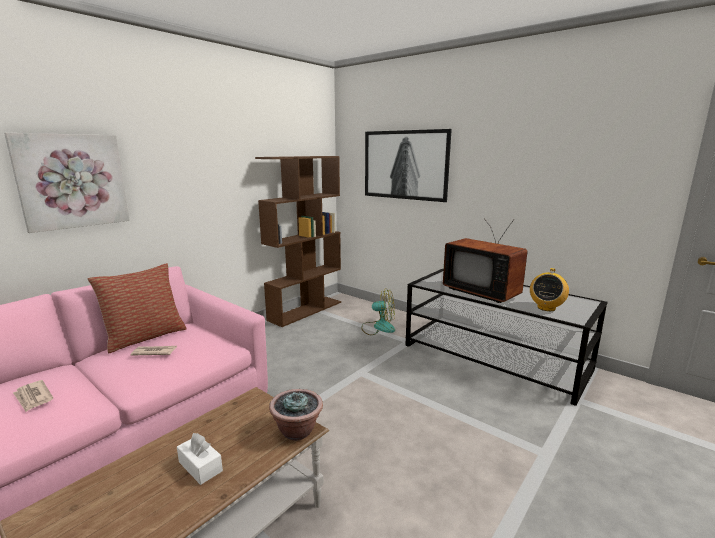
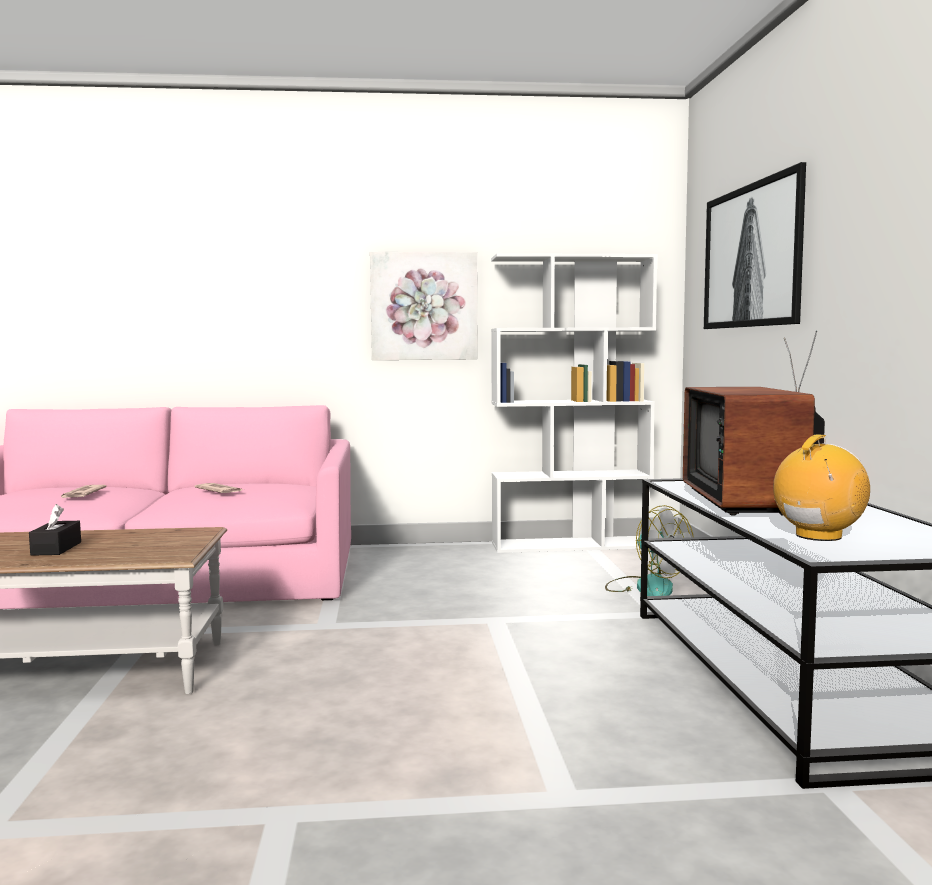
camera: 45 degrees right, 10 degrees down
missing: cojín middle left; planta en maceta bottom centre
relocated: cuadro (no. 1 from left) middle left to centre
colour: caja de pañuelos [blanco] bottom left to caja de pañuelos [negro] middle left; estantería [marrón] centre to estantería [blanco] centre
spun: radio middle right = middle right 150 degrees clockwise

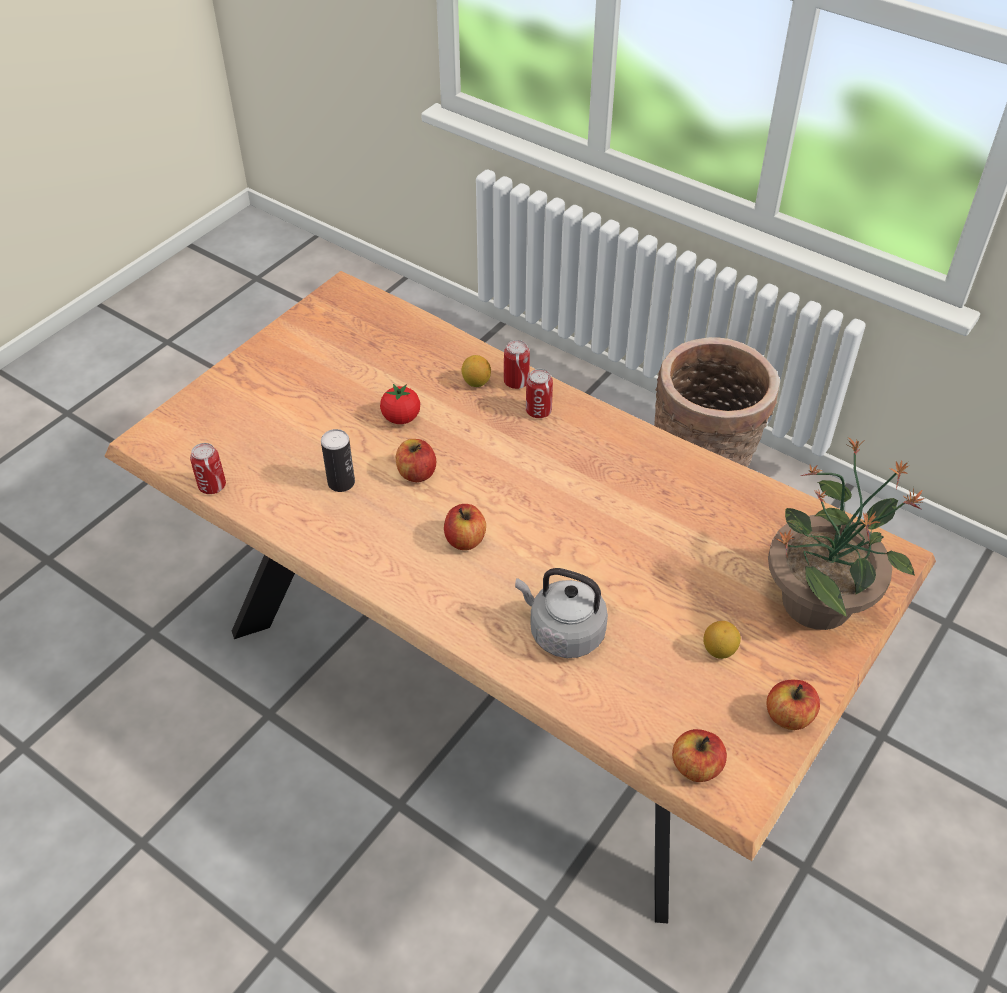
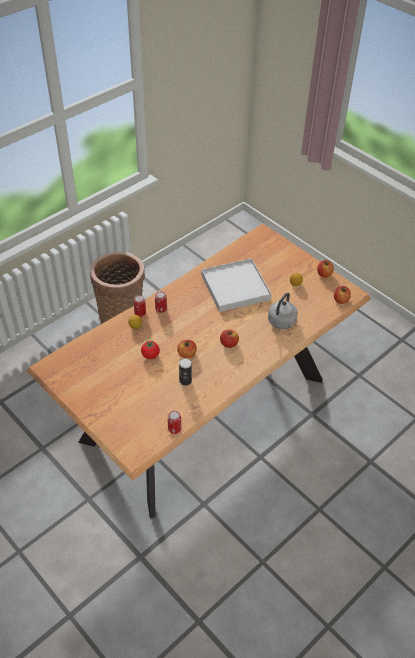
camera: 80 degrees left, 0 degrees up
missing: planta en maceta middle right
appeared: bandeja [blanco] centre

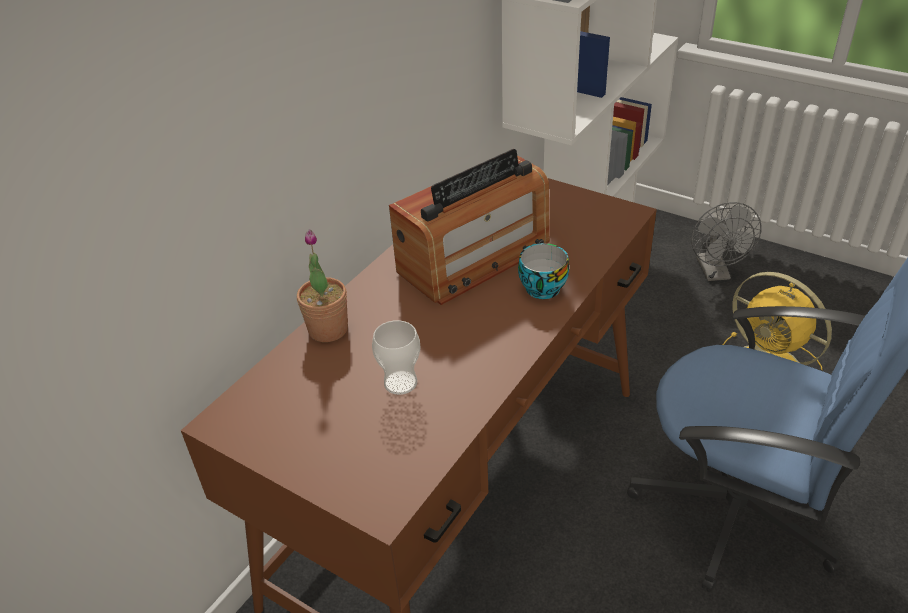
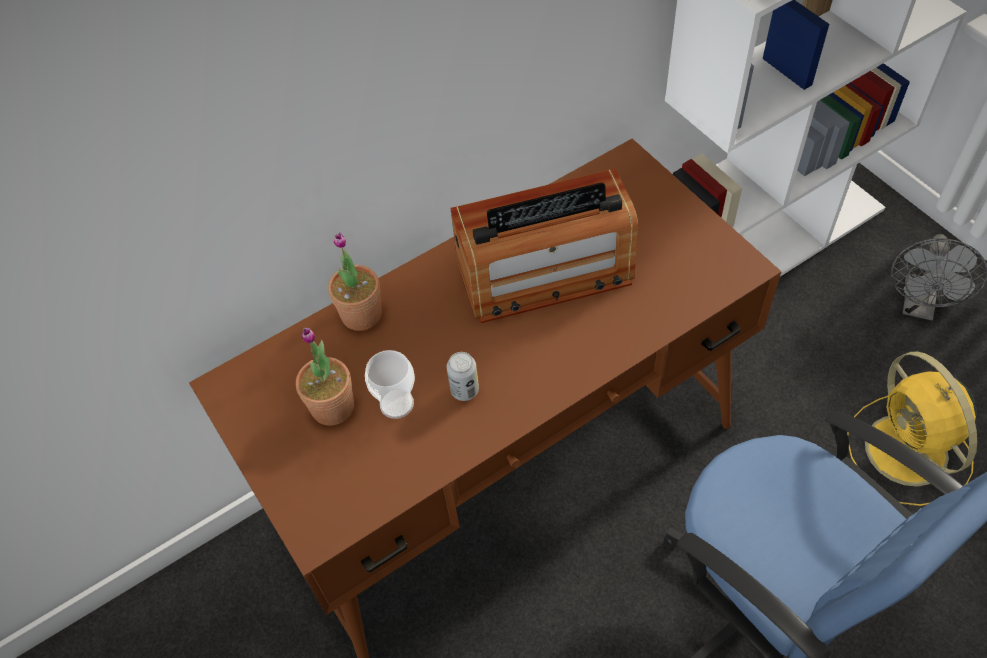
camera: 25 degrees right, 15 degrees up
missing: taza (no. 2 from left) centre
appeared: planta en maceta (no. 1 from left) middle left; lata centre

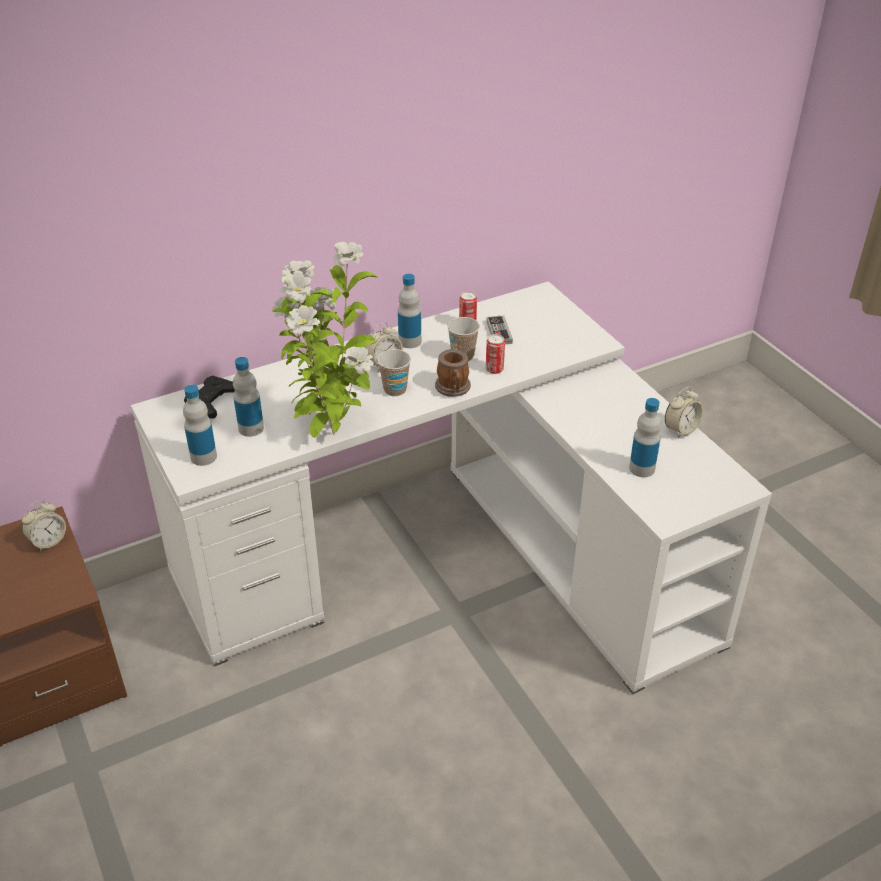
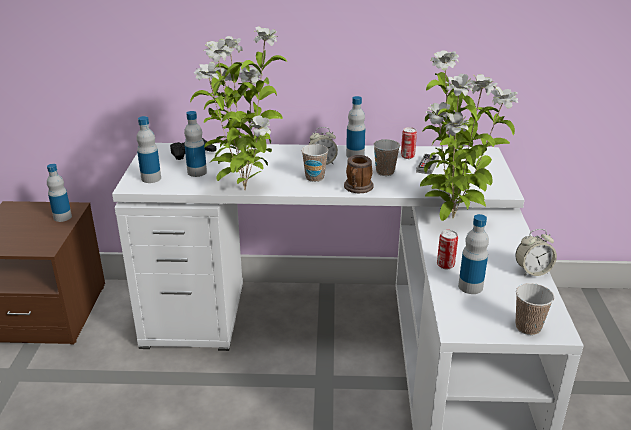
camera: 30 degrees right, 10 degrees down
appeared: planta en maceta (no. 2 from left) top right; taza (no. 3 from left) bottom right
relocated: lata (no. 2 from left) centre to middle right
exchanged: despertador (no. 1 from left) middle left to botella (no. 1 from left) middle left

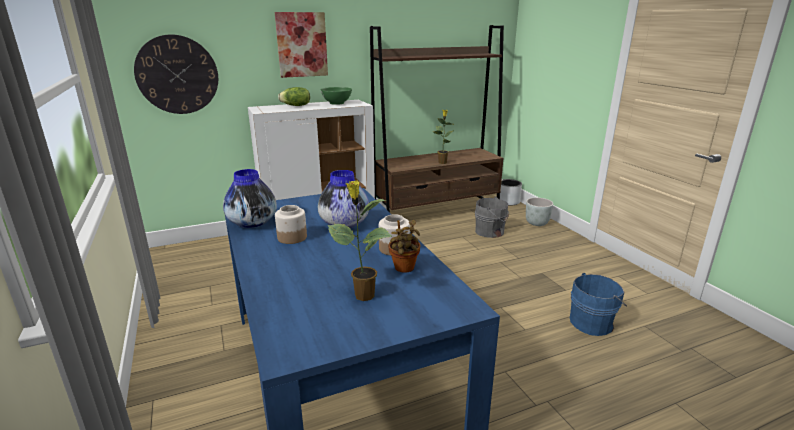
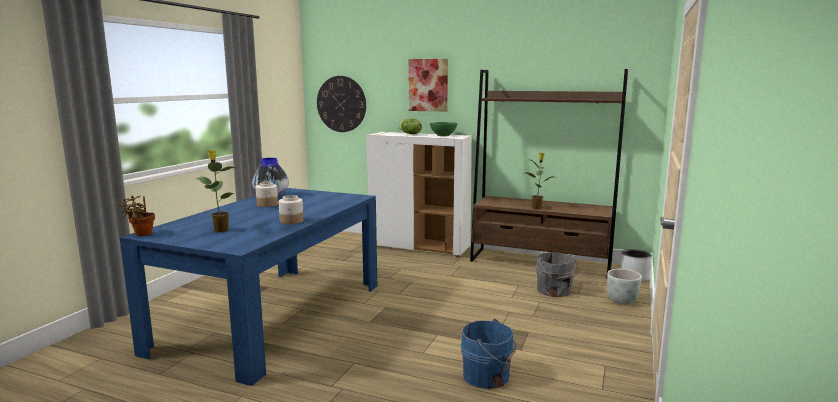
camera: 45 degrees right, 10 degrees down
missing: florero (no. 2 from left) centre
relocated: planta en maceta (no. 2 from left in the first image) centre to planta en maceta (no. 1 from left) middle left

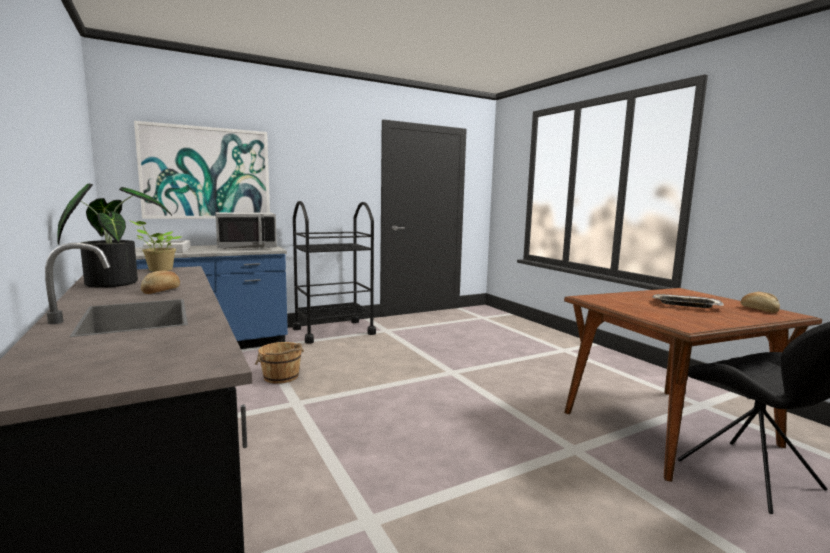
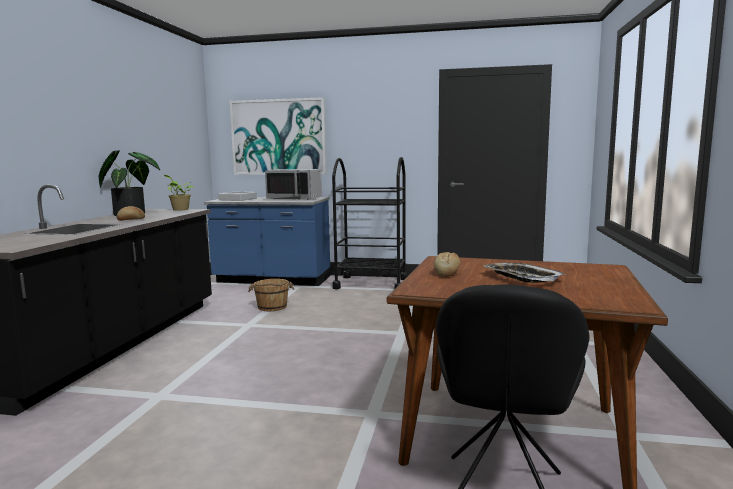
camera: 40 degrees right, 0 degrees up
relocated: pan (no. 2 from left) middle right to centre

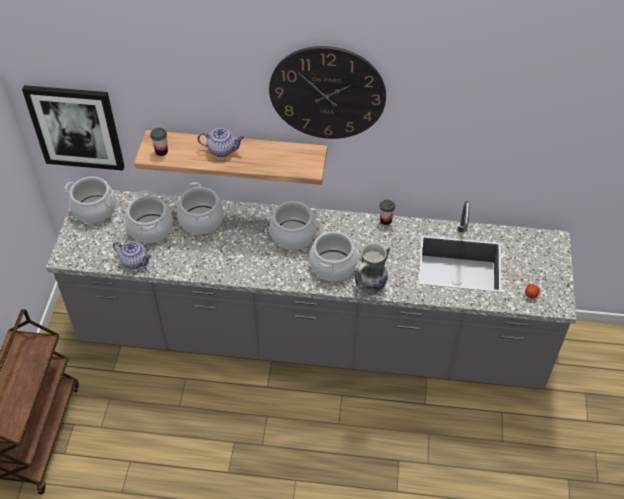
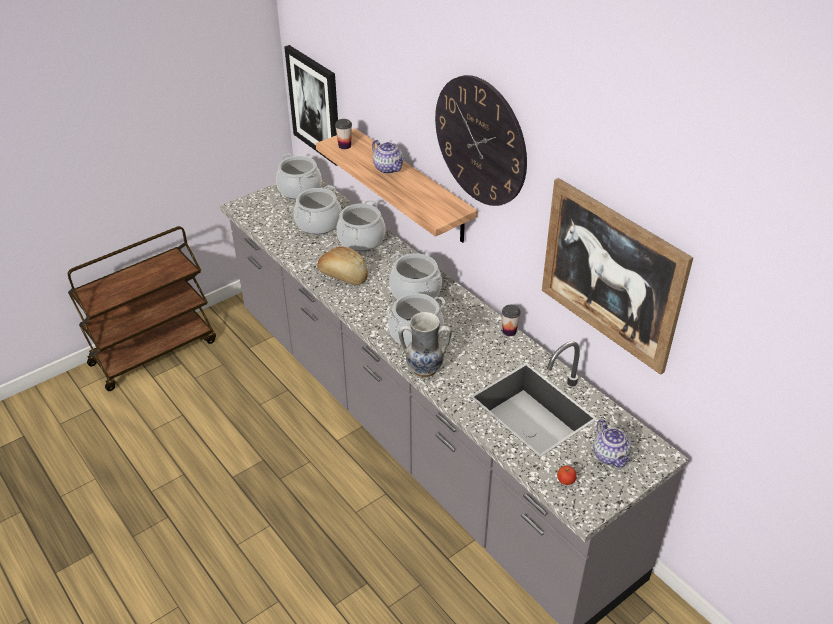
camera: 45 degrees right, 10 degrees down
appeared: pan centre; cuadro (no. 2 from left) middle right
relocated: tetera (no. 1 from left in the first image) middle left to tetera (no. 2 from left) bottom right

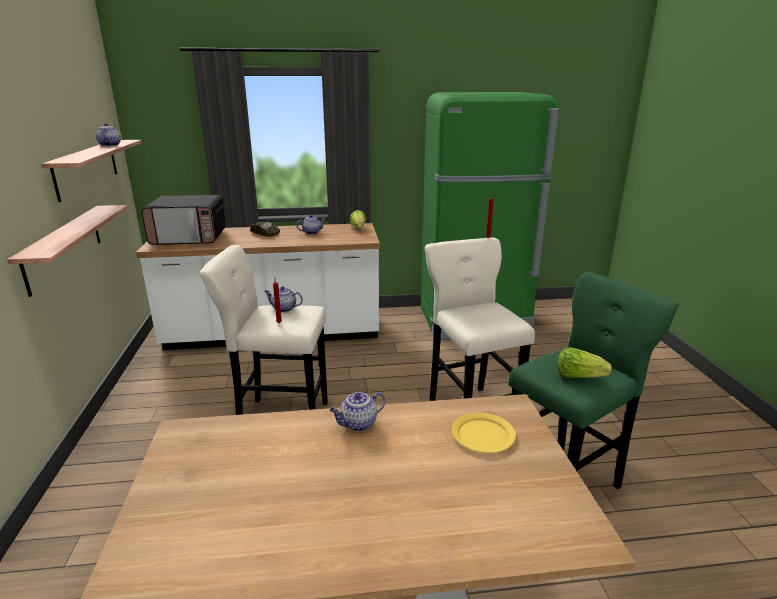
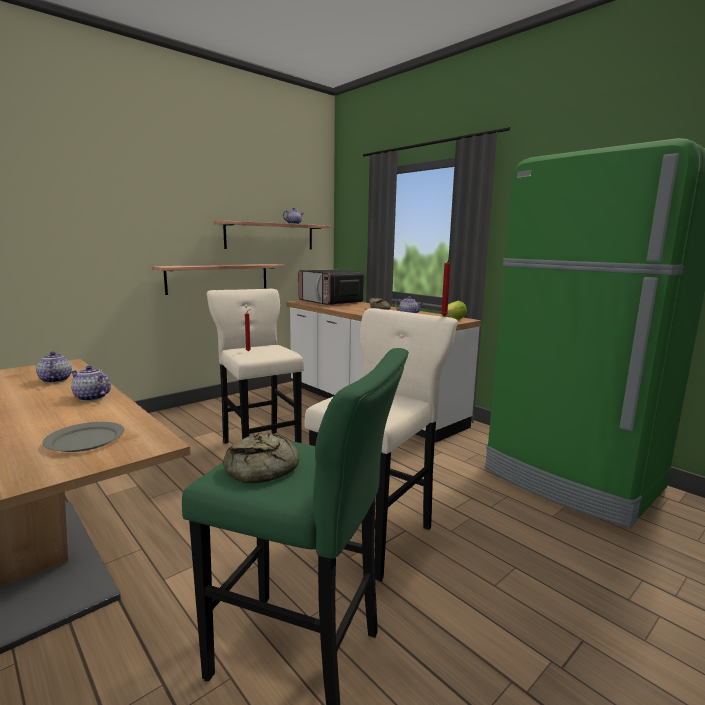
camera: 55 degrees right, 10 degrees down
relocated: tetera (no. 2 from left in the first image) centre to tetera (no. 1 from left) middle left
exchanged: lechuga (no. 2 from left) middle right to pan (no. 1 from left) centre
colour: plato [amarillo] bottom centre to plato [gris] middle left

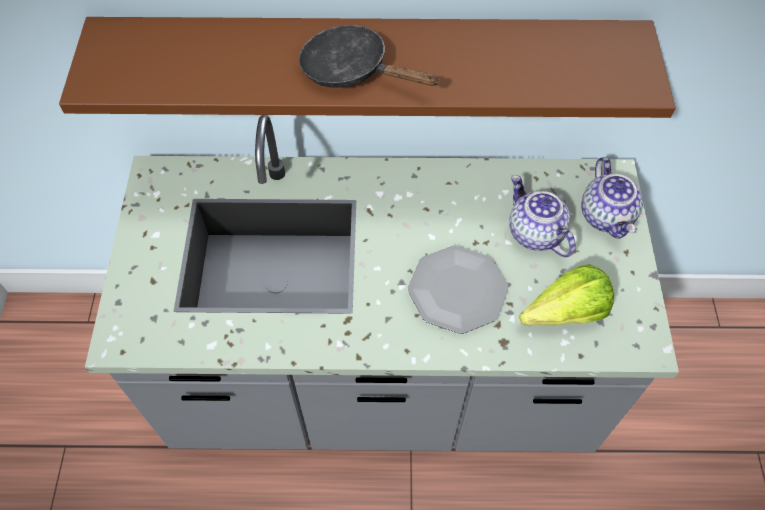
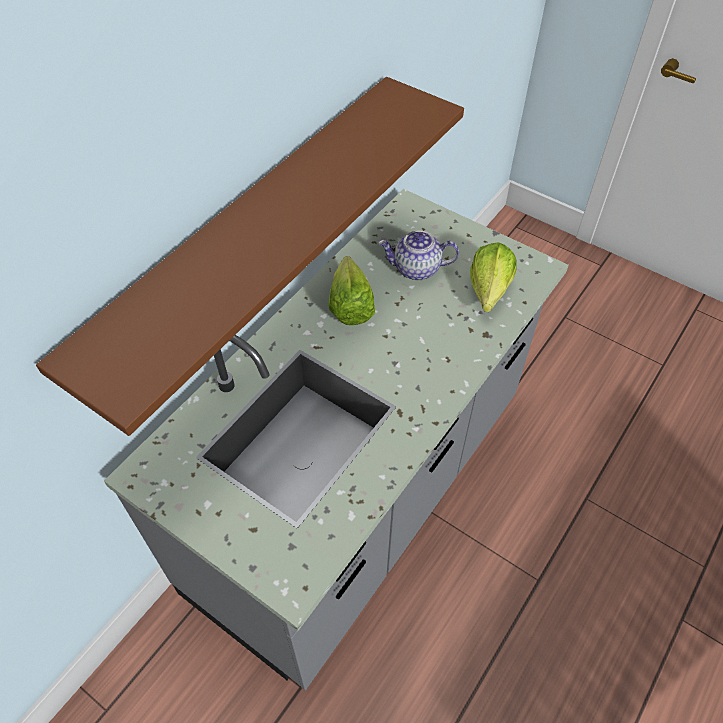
camera: 55 degrees left, 5 degrees down
missing: sartén [negro] top centre; plato centre; tetera (no. 2 from left) middle right
appeared: lechuga (no. 1 from left) centre

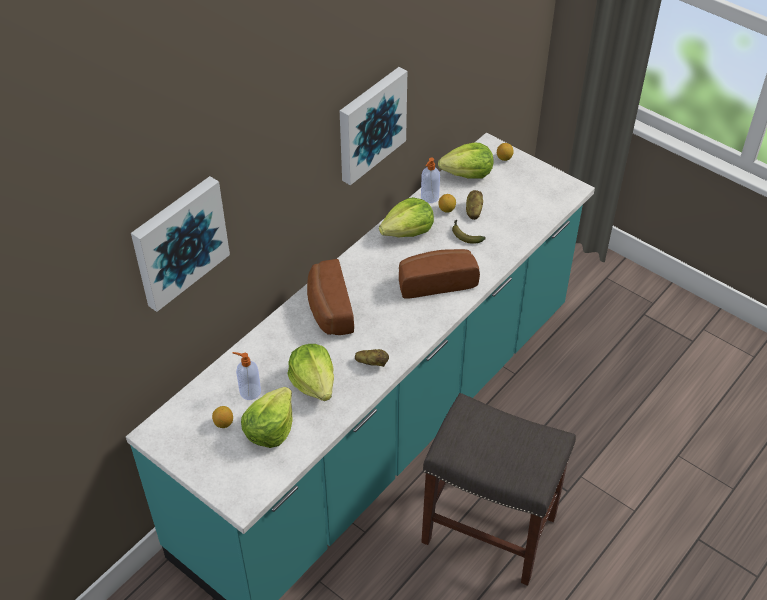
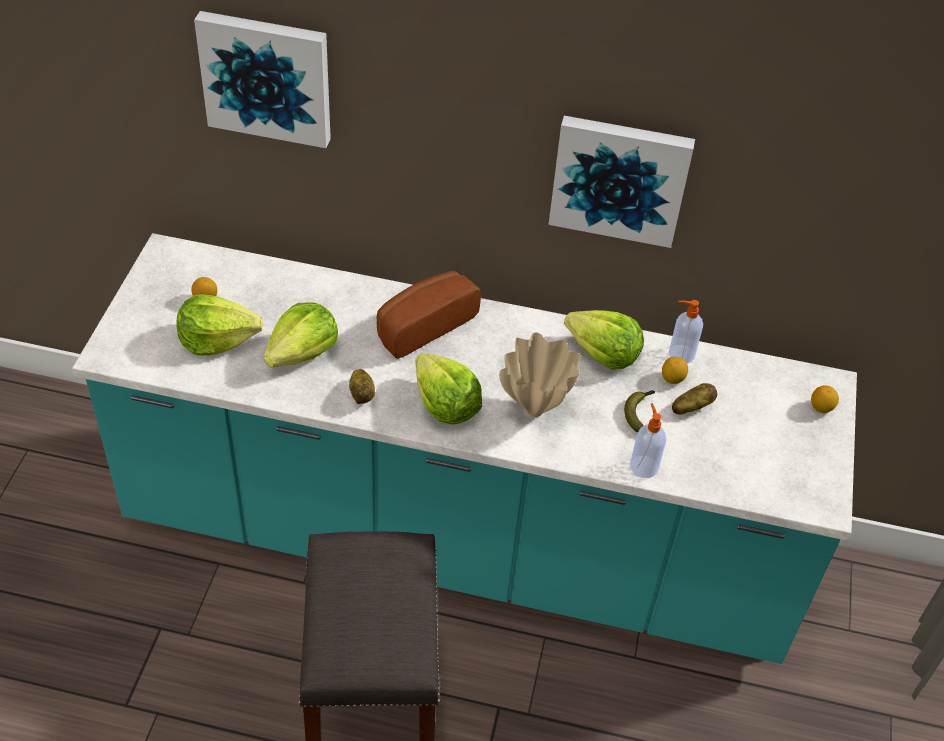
camera: 60 degrees right, 0 degrees up
relocated: dispensador de jabón (no. 1 from left) middle left to middle right; lechuga (no. 4 from left in the first image) top centre to lechuga (no. 3 from left) centre
exchanged: pan (no. 2 from left) centre to florero [beis] centre

